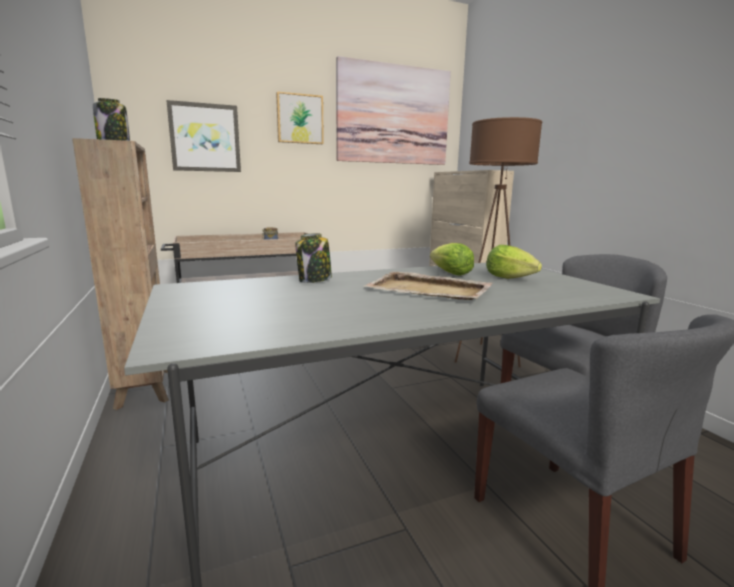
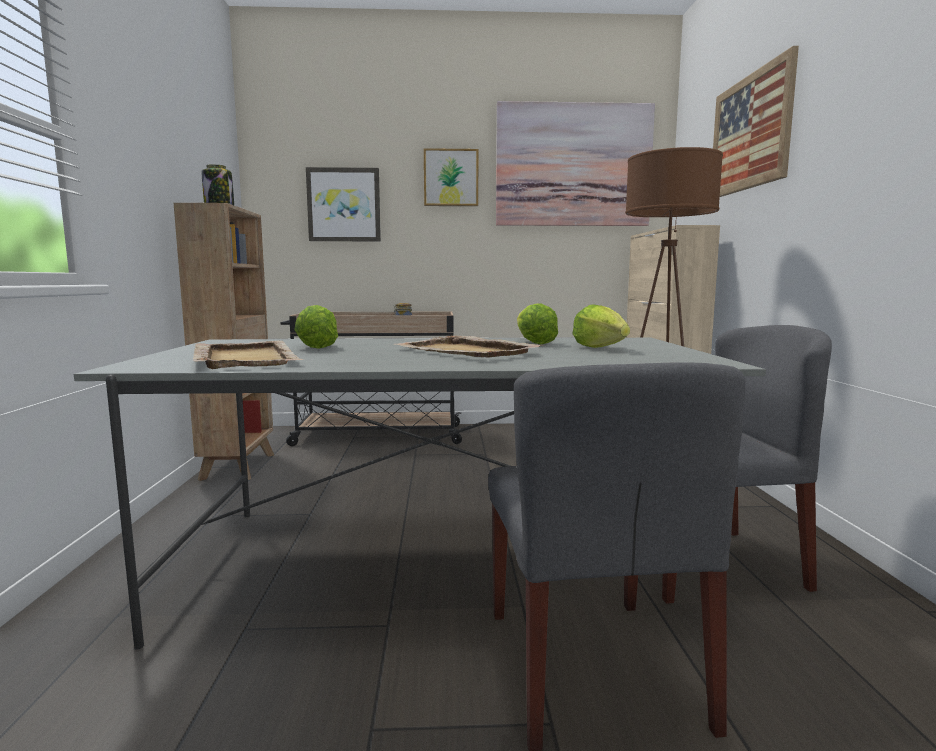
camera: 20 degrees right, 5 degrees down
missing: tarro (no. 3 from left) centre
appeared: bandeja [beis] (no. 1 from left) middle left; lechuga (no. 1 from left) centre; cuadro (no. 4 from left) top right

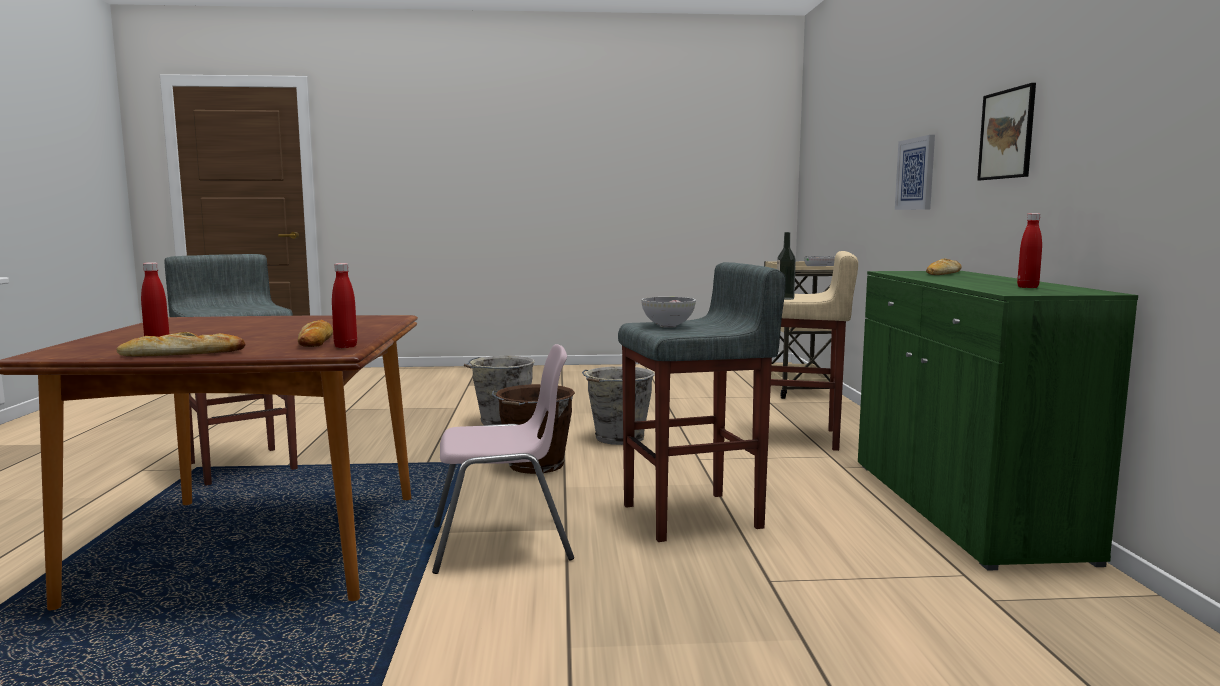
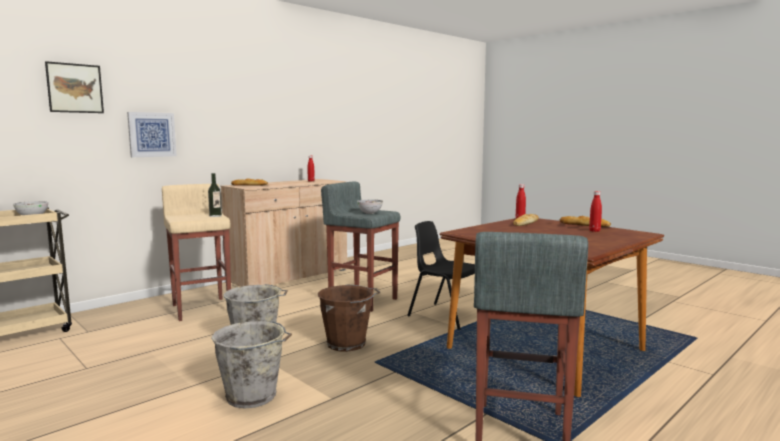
camera: 130 degrees left, 0 degrees up
relocated: cuadro (no. 2 from left in the first image) top right to cuadro (no. 1 from left) top left
colour: silla [rosa] bottom centre to silla [negro] centre; armario [verde] middle right to armario [beis] centre

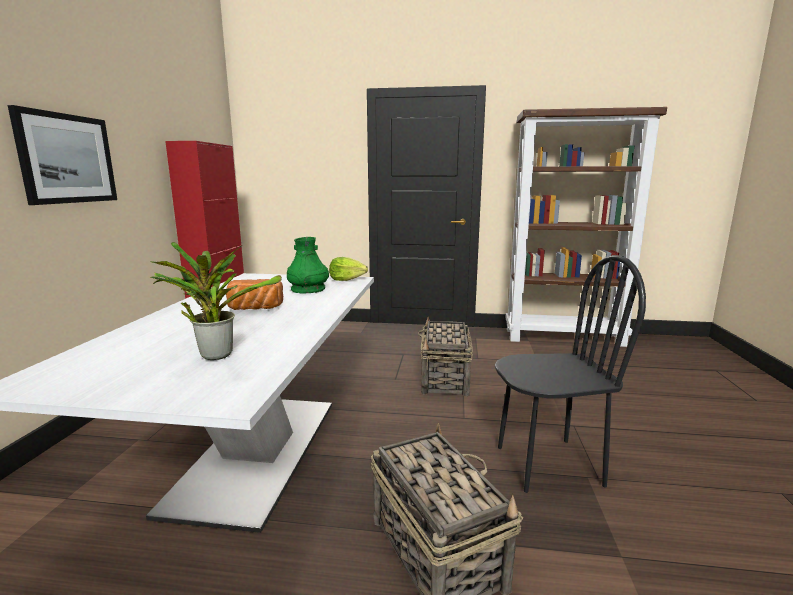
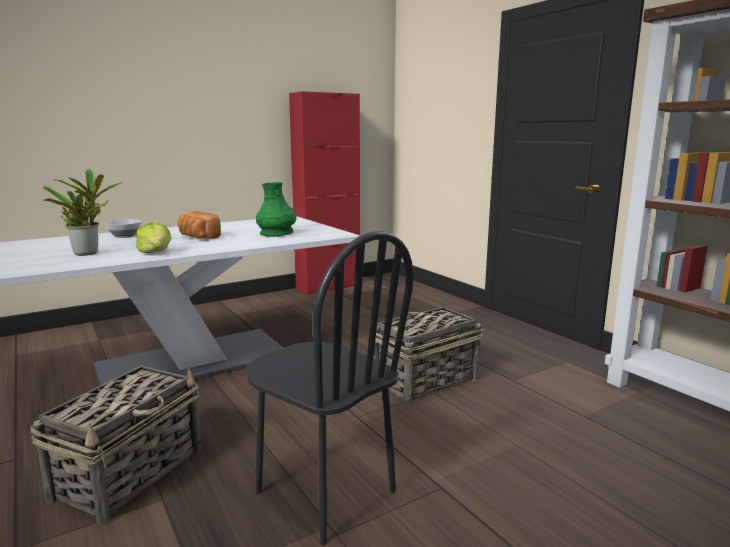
camera: 50 degrees right, 0 degrees up
missing: cuadro top left
appeared: cuenco middle left
relocated: lechuga centre to middle left

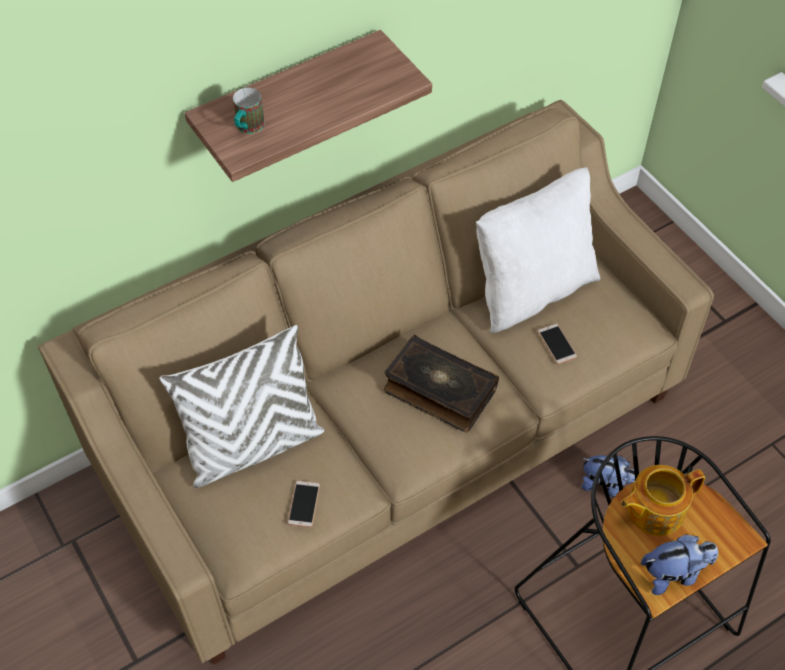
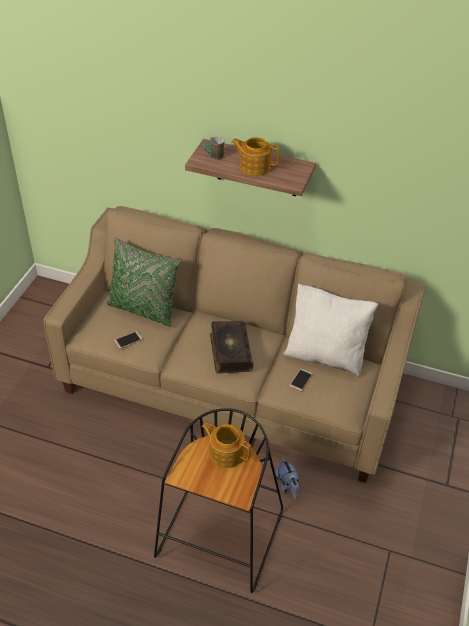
camera: 50 degrees right, 10 degrees down
missing: peluche (no. 2 from left) bottom right
appeared: tetera (no. 2 from left) top centre
colour: cojín [blanco] (no. 1 from left) middle left to cojín [verde] middle left

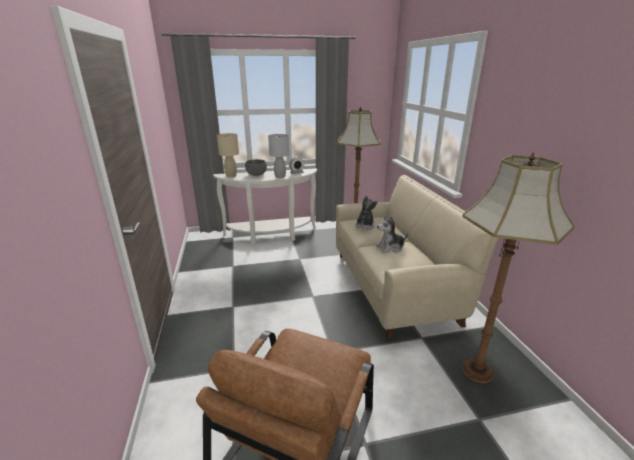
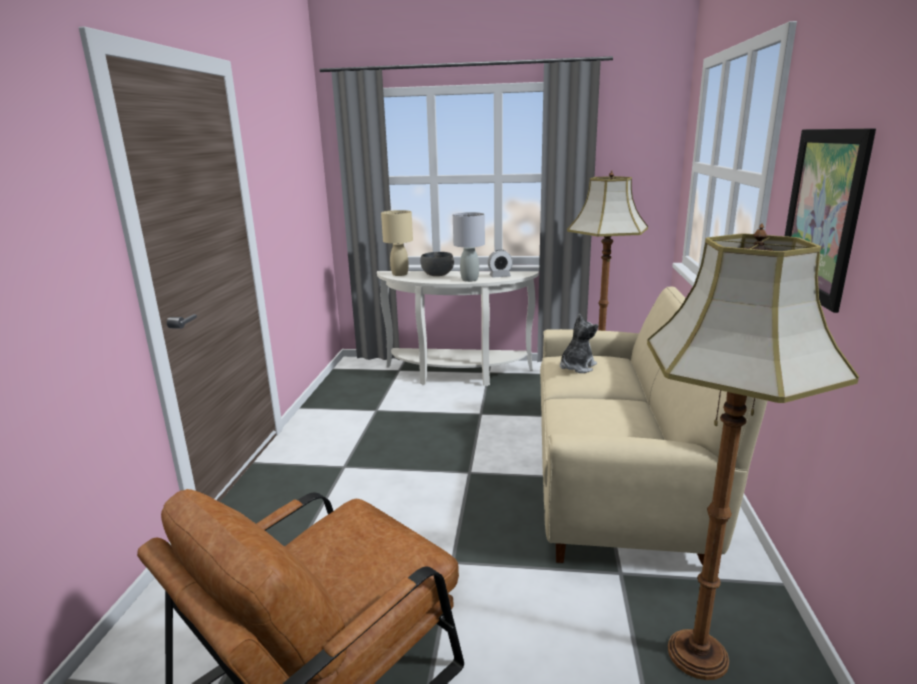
camera: 20 degrees right, 5 degrees down
missing: peluche (no. 2 from left) centre
appeared: cuadro top right

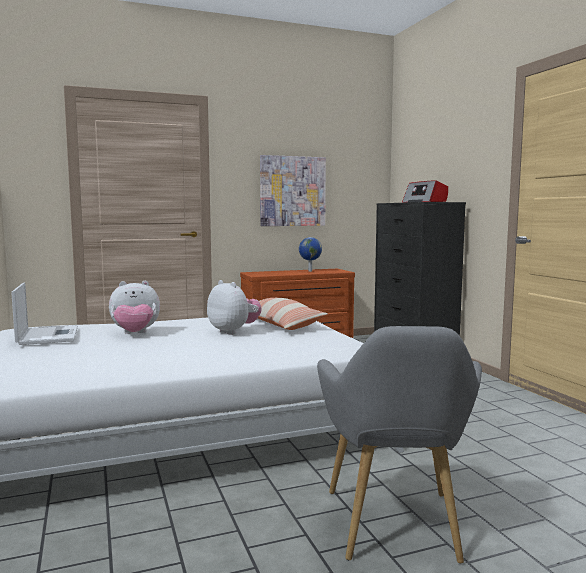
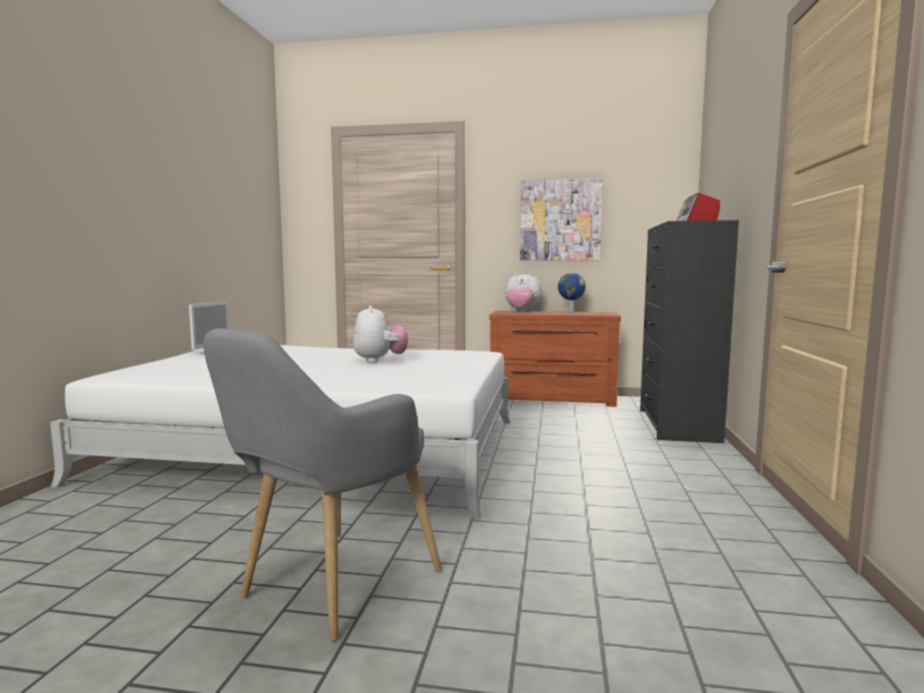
camera: 30 degrees right, 0 degrees up
missing: cojín centre
relocated: peluche (no. 1 from left in the first image) middle left to peluche (no. 2 from left) centre

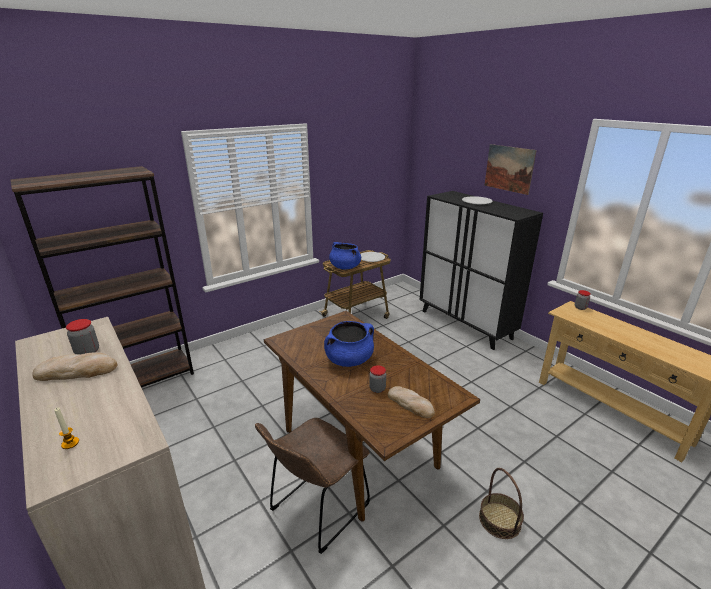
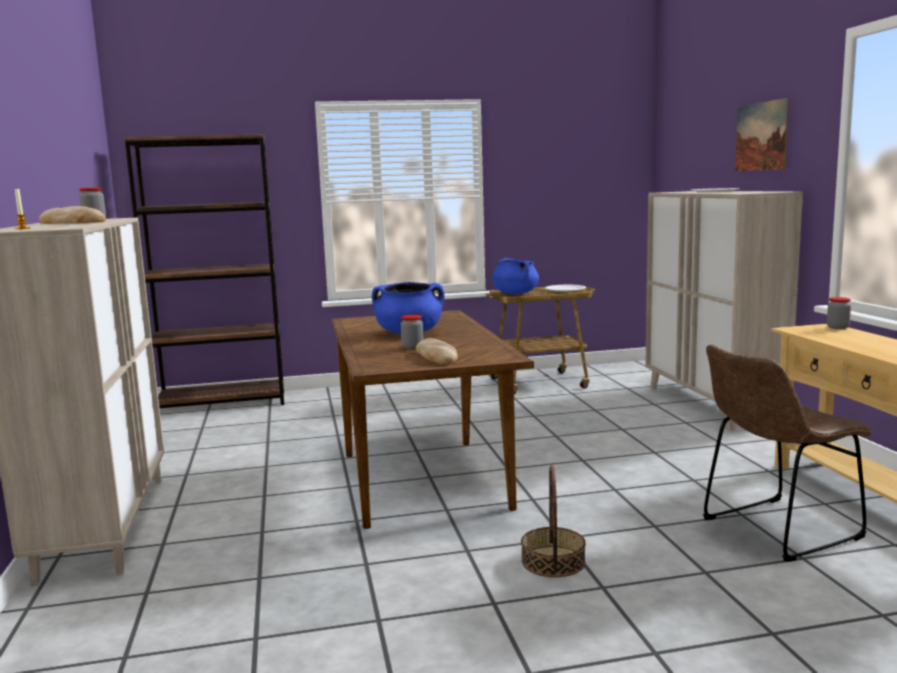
camera: 25 degrees right, 15 degrees down
relocated: silla [marrón] bottom centre to bottom right
colour: armario [negro] middle right to armario [beis] (no. 2 from left) middle right

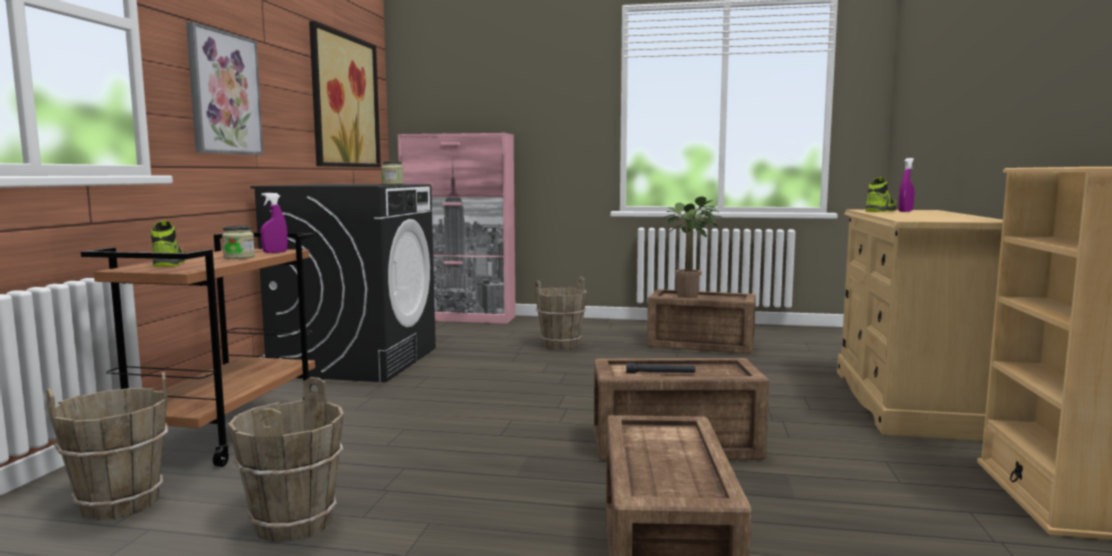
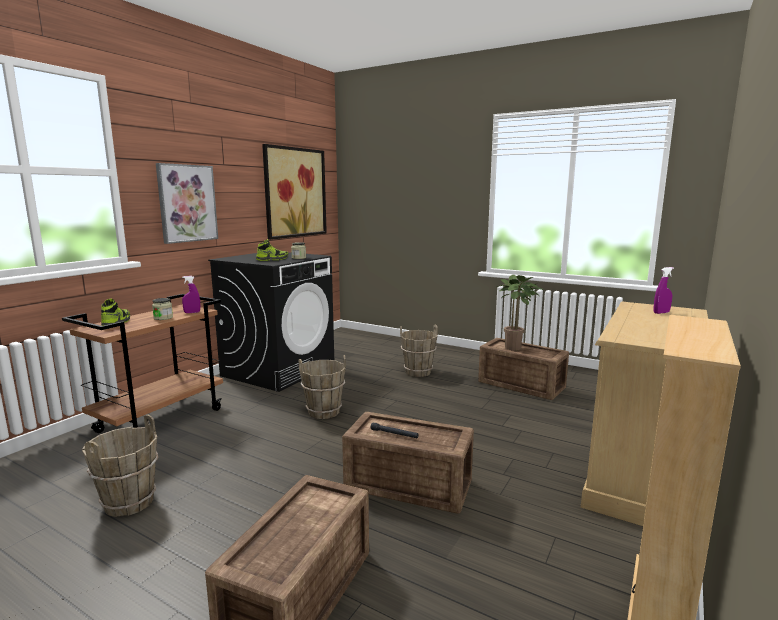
camera: 20 degrees right, 5 degrees up
missing: armario [rosa] centre
relocated: cubo [marrón] (no. 1 from left in the first image) bottom left to cubo [marrón] (no. 2 from left) centre; zapato (no. 2 from left) middle right to centre

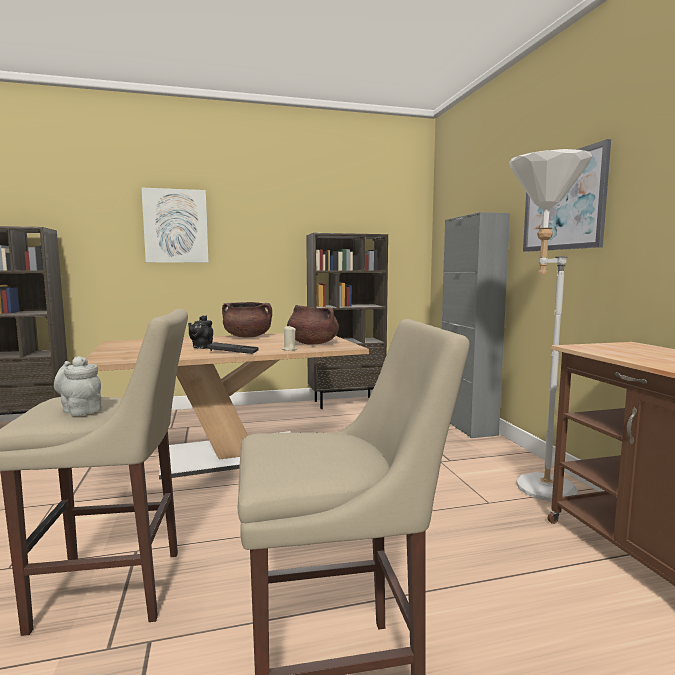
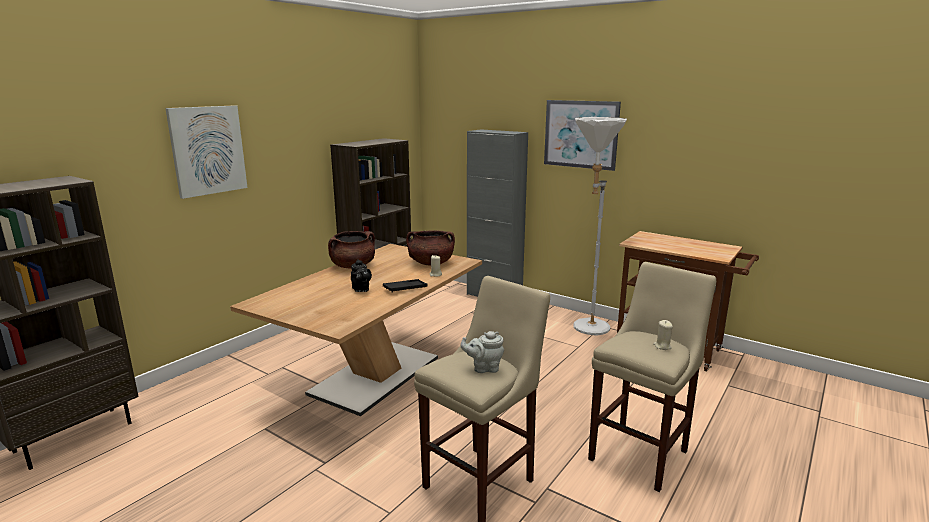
camera: 40 degrees left, 10 degrees up
appeared: vela [beis] (no. 2 from left) middle right

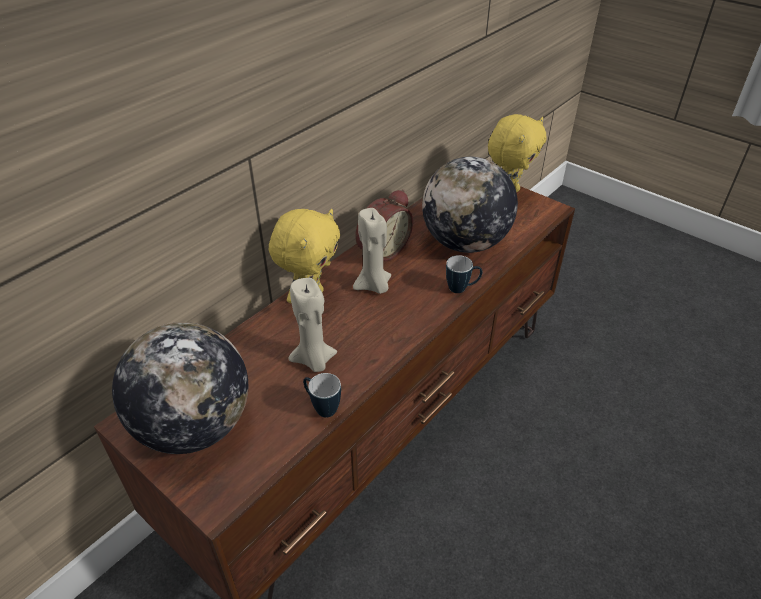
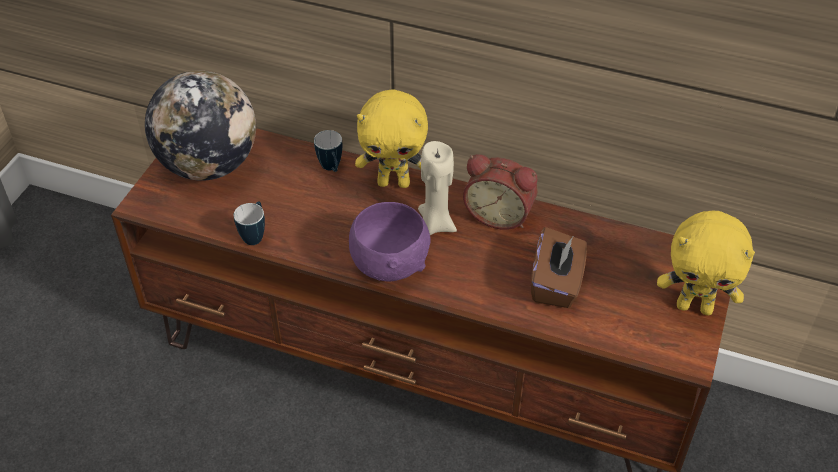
camera: 70 degrees right, 5 degrees up
missing: vela [beis] (no. 1 from left) centre
appeared: cuenco [morado] centre
relocated: taza grande (no. 2 from left) centre to top centre
exchanged: globo terráqueo (no. 2 from left) centre to caja de pañuelos [marrón] middle right

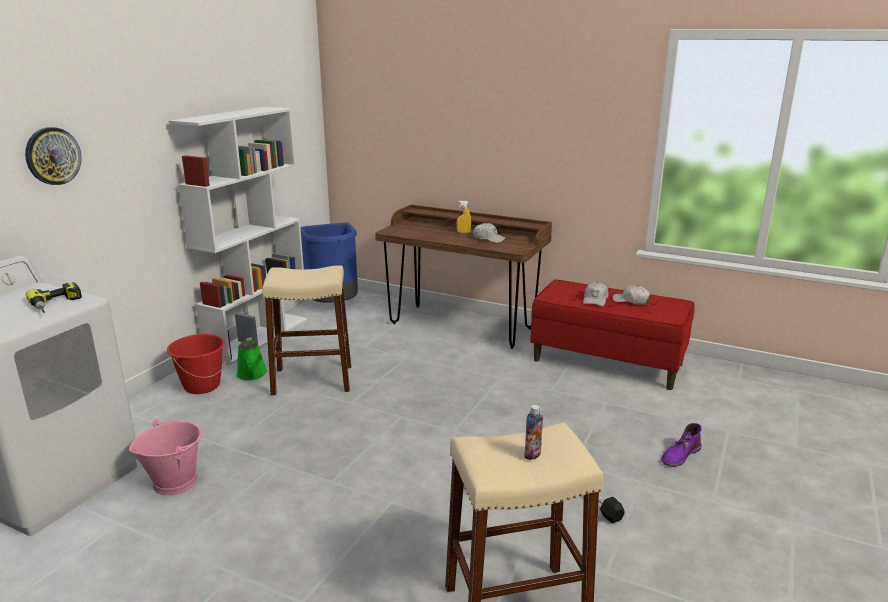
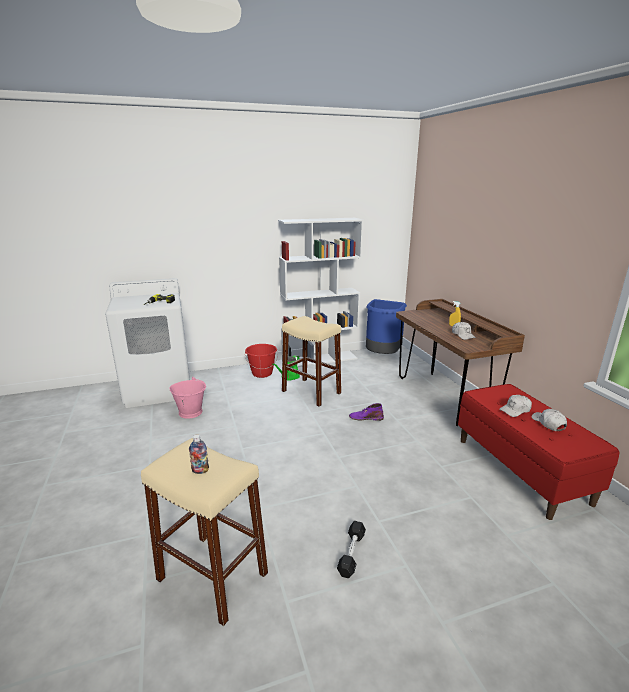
camera: 45 degrees right, 0 degrees up
missing: reloj de pared top left
relocated: bota [morado] bottom right to centre

